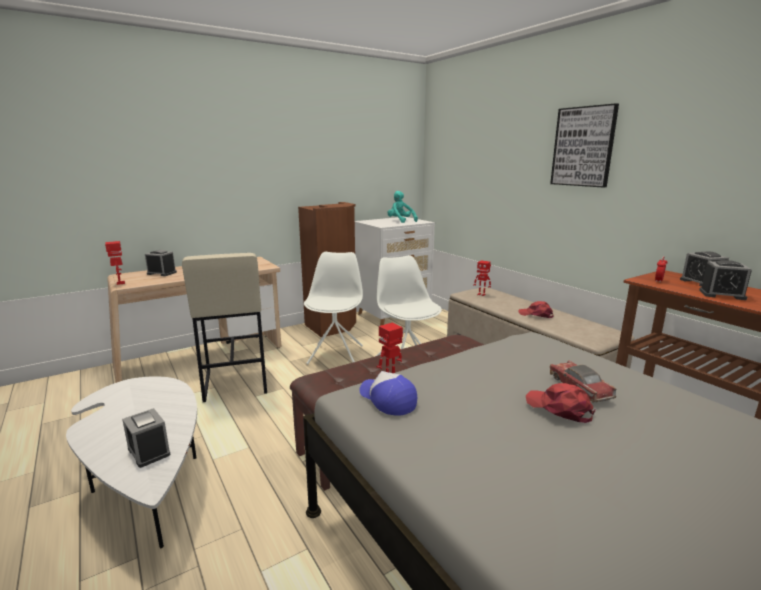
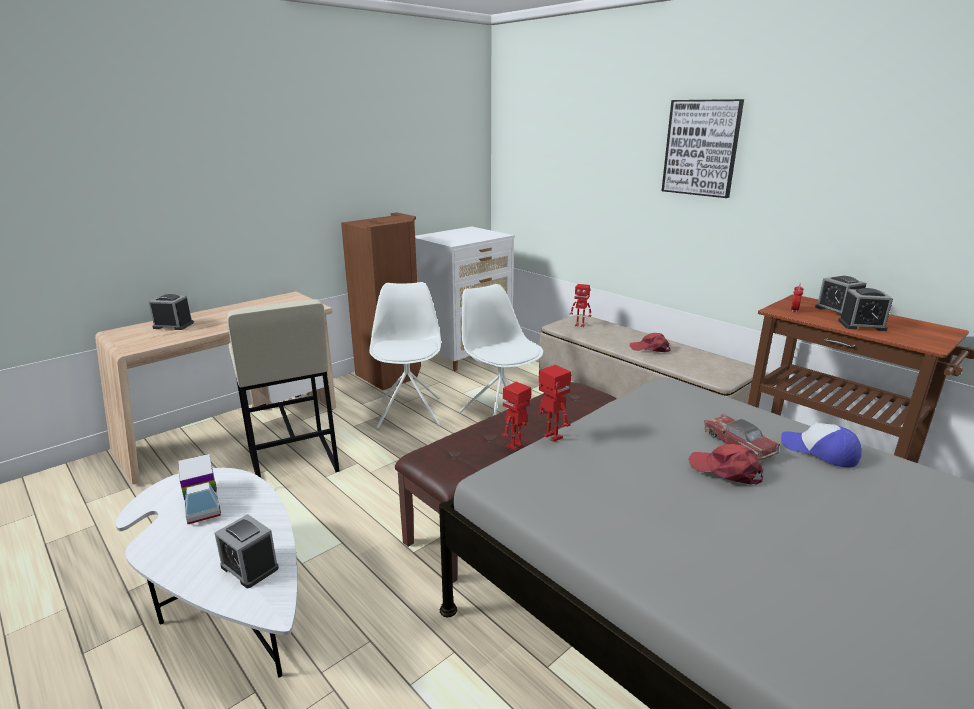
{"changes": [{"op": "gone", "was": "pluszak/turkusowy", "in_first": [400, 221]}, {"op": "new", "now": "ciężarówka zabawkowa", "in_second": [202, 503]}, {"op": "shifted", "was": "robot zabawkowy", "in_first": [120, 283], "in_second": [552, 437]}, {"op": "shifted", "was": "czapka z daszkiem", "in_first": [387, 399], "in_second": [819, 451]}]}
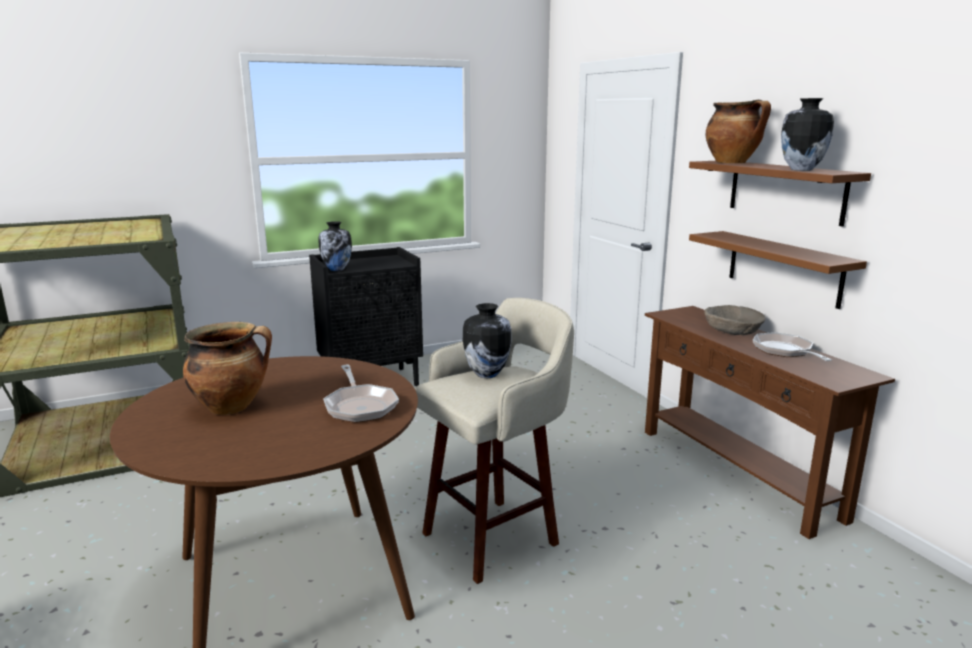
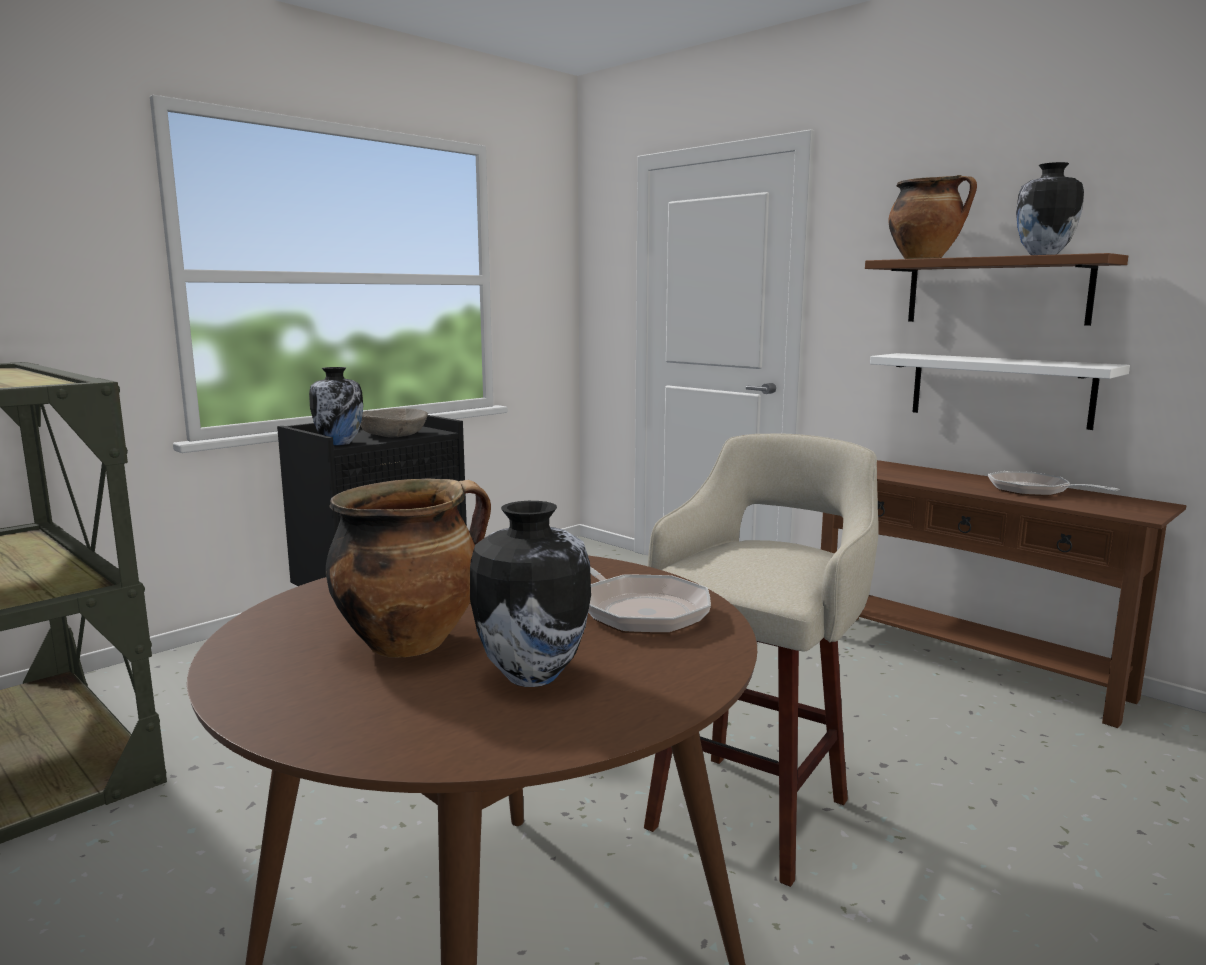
{"changes": [{"op": "shifted", "was": "wazon", "in_first": [486, 374], "in_second": [531, 675]}, {"op": "shifted", "was": "miska/beżowy", "in_first": [732, 329], "in_second": [393, 434]}, {"op": "repainted", "was": "półka/brązowy", "now": "półka/biały", "in_first": [783, 268], "in_second": [1000, 389]}]}
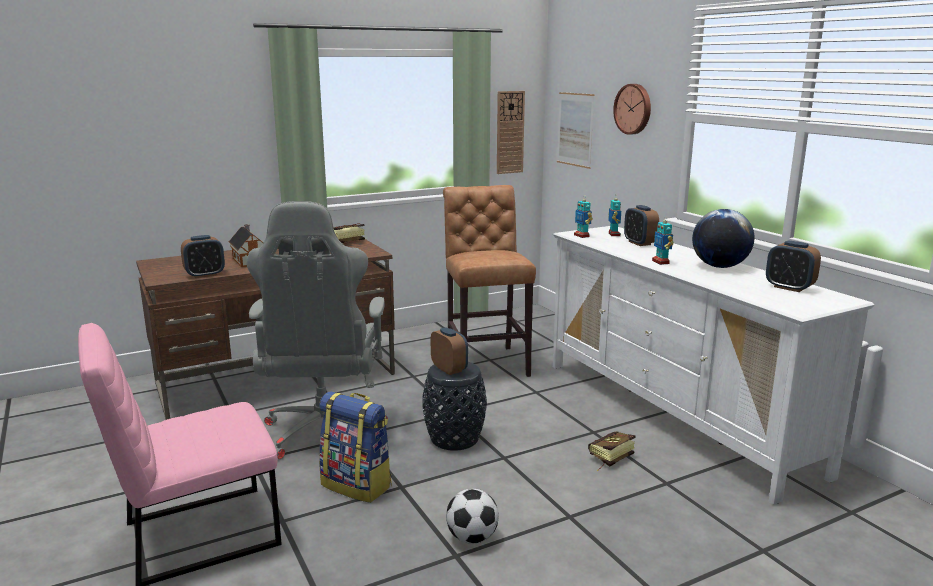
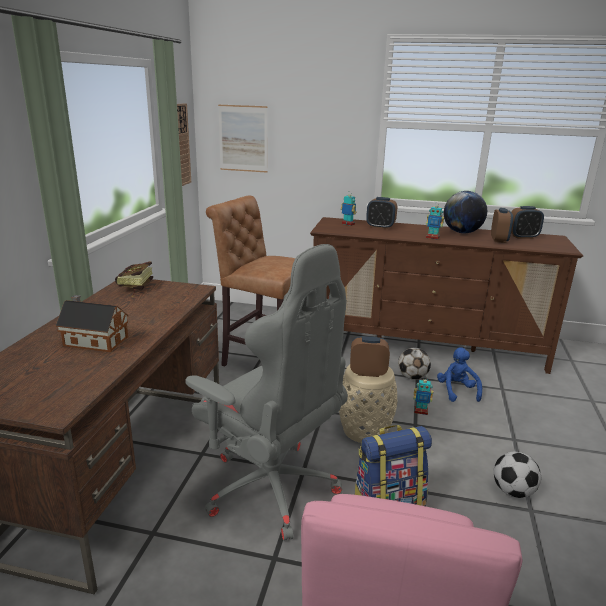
{"changes": [{"op": "gone", "was": "zegar ścienny", "in_first": [634, 109]}, {"op": "new", "now": "piłka futbolowa", "in_second": [412, 377]}, {"op": "shifted", "was": "budzik", "in_first": [205, 275], "in_second": [499, 240]}, {"op": "shifted", "was": "robot zabawkowy", "in_first": [582, 236], "in_second": [421, 411]}, {"op": "swapped", "was": "książka", "now": "pluszak/niebieski", "in_first": [608, 459], "in_second": [457, 391]}, {"op": "repainted", "was": "stołek/czarny", "now": "stołek/beżowy", "in_first": [454, 439], "in_second": [365, 430]}, {"op": "repainted", "was": "komoda/biały", "now": "komoda/brązowy", "in_first": [672, 415], "in_second": [425, 345]}]}
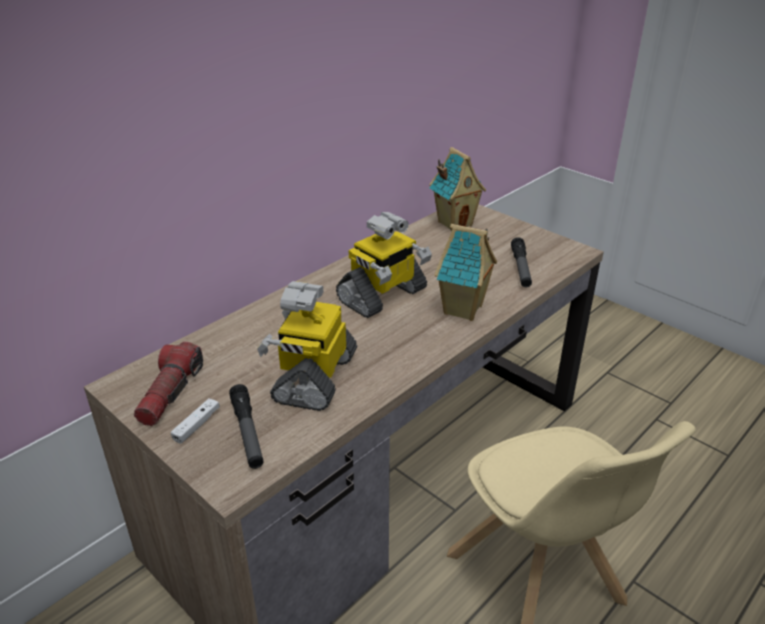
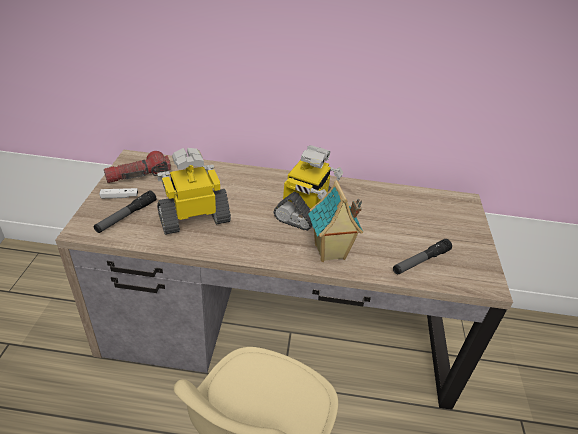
{"changes": [{"op": "gone", "was": "domek", "in_first": [454, 223]}, {"op": "rotated", "was": "robot zabawkowy", "in_first": [383, 296], "in_second": [305, 209], "clockwise": -75}]}
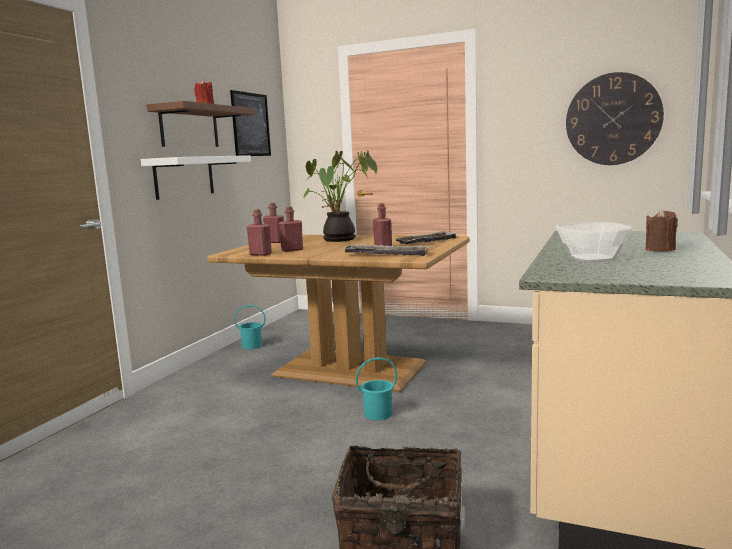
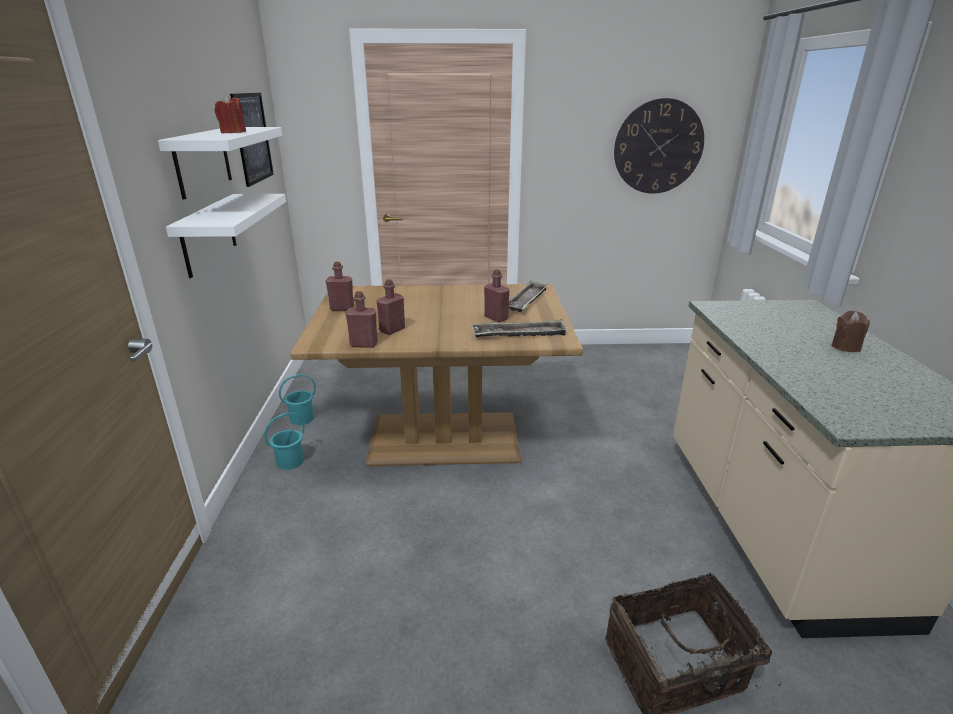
{"changes": [{"op": "gone", "was": "roślina doniczkowa", "in_first": [339, 240]}, {"op": "gone", "was": "miska", "in_first": [593, 259]}, {"op": "shifted", "was": "wiadro/turkusowy", "in_first": [377, 414], "in_second": [289, 461]}, {"op": "repainted", "was": "półka/brązowy", "now": "półka/biały", "in_first": [189, 127], "in_second": [203, 161]}]}
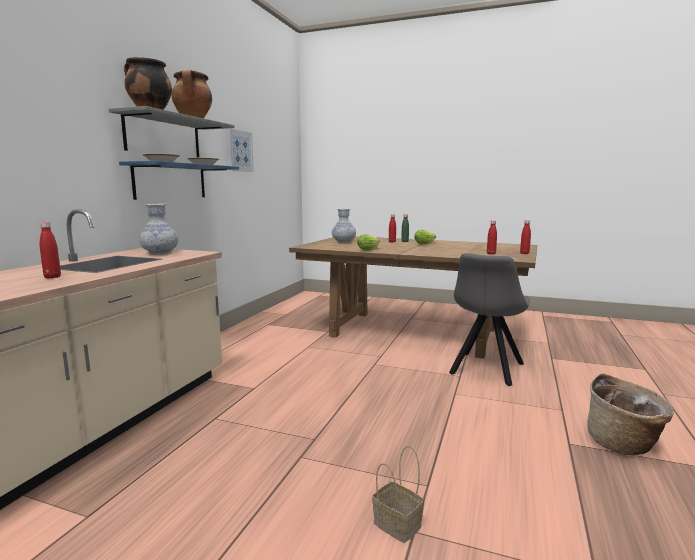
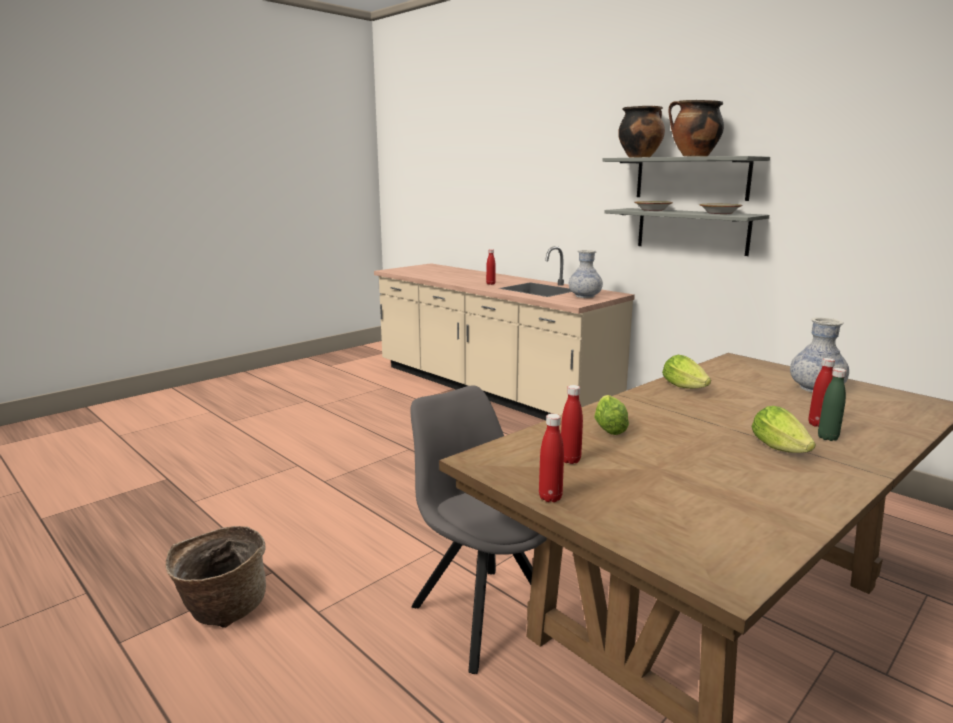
{"changes": [{"op": "gone", "was": "obraz", "in_first": [239, 151]}, {"op": "gone", "was": "koszyk", "in_first": [395, 524]}, {"op": "new", "now": "sałata", "in_second": [609, 426]}, {"op": "repainted", "was": "półka/niebieski", "now": "półka/szary", "in_first": [171, 181], "in_second": [692, 231]}]}
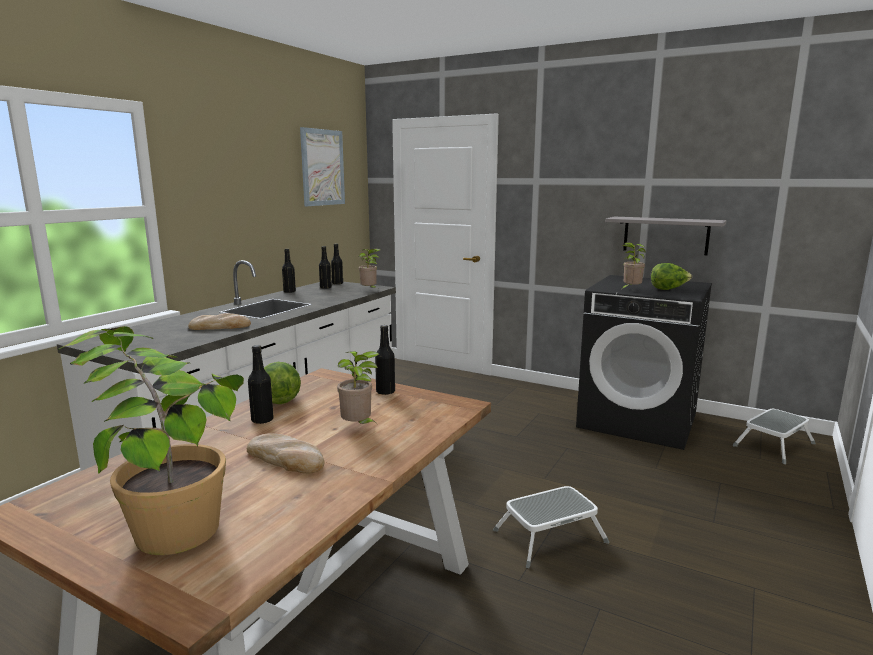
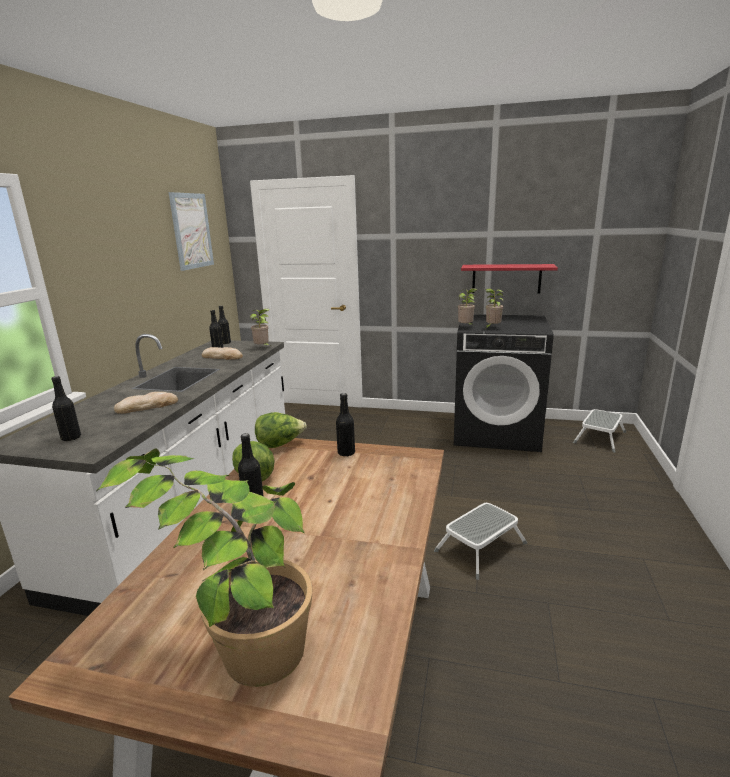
{"changes": [{"op": "shifted", "was": "chleb", "in_first": [286, 458], "in_second": [222, 357]}, {"op": "shifted", "was": "butelka/czarny", "in_first": [289, 291], "in_second": [71, 438]}, {"op": "shifted", "was": "roślina doniczkowa", "in_first": [358, 427], "in_second": [466, 327]}, {"op": "shifted", "was": "sałata", "in_first": [668, 289], "in_second": [280, 444]}, {"op": "repainted", "was": "półka/szary", "now": "półka/czerwony", "in_first": [665, 235], "in_second": [506, 278]}]}
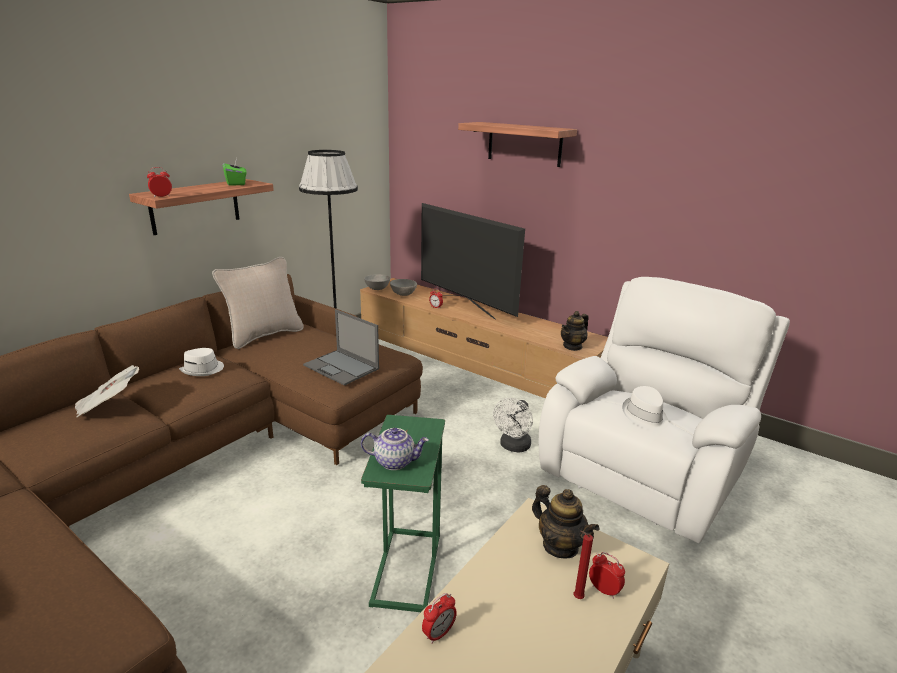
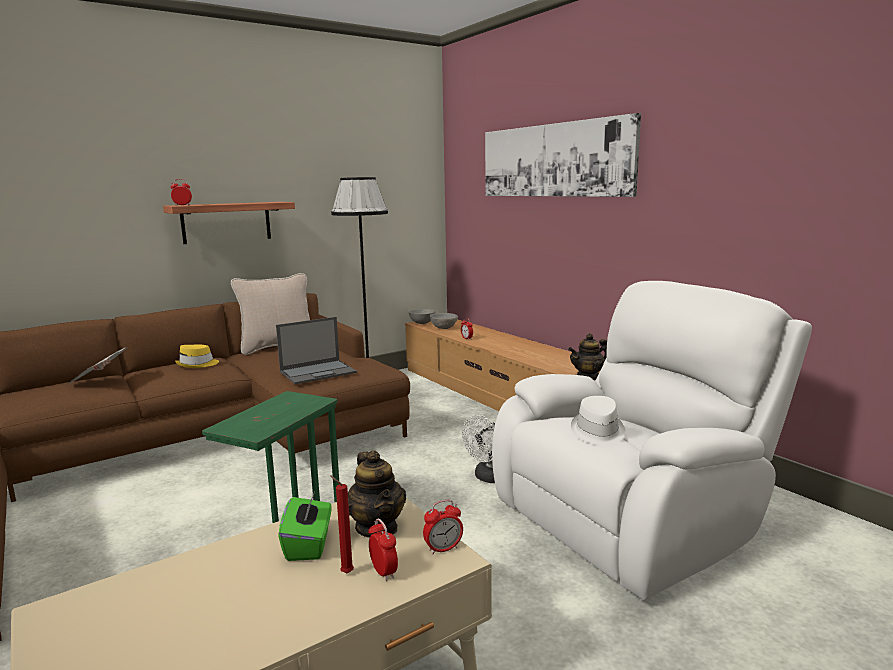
{"changes": [{"op": "gone", "was": "imbryk", "in_first": [395, 461]}, {"op": "gone", "was": "telewizor", "in_first": [466, 306]}, {"op": "shifted", "was": "pudełko chusteczek/zielony", "in_first": [236, 183], "in_second": [308, 545]}, {"op": "shifted", "was": "budzik", "in_first": [438, 633], "in_second": [443, 549]}, {"op": "swapped", "was": "półka", "now": "obraz", "in_first": [524, 144], "in_second": [553, 160]}, {"op": "repainted", "was": "kapelusz/biały", "now": "kapelusz/żółty", "in_first": [203, 370], "in_second": [197, 364]}, {"op": "rotated", "was": "laptop", "in_first": [342, 367], "in_second": [318, 372], "clockwise": -90}]}
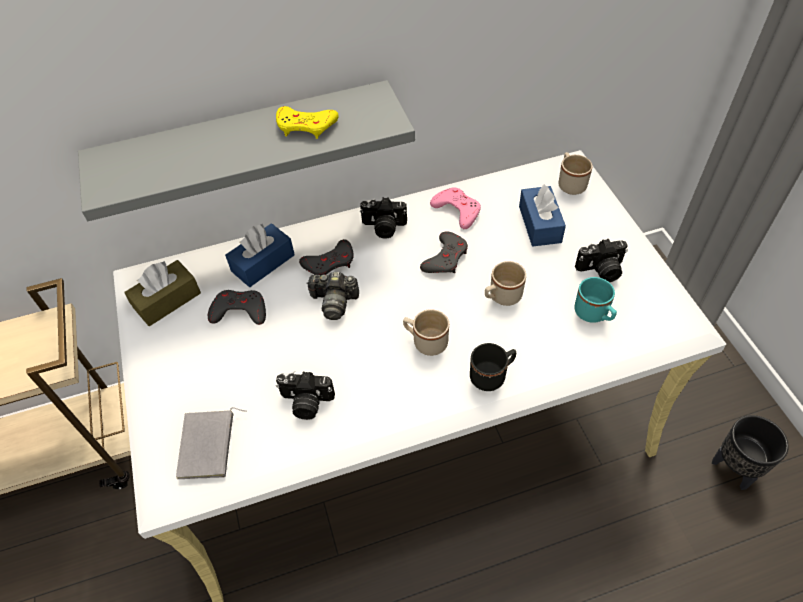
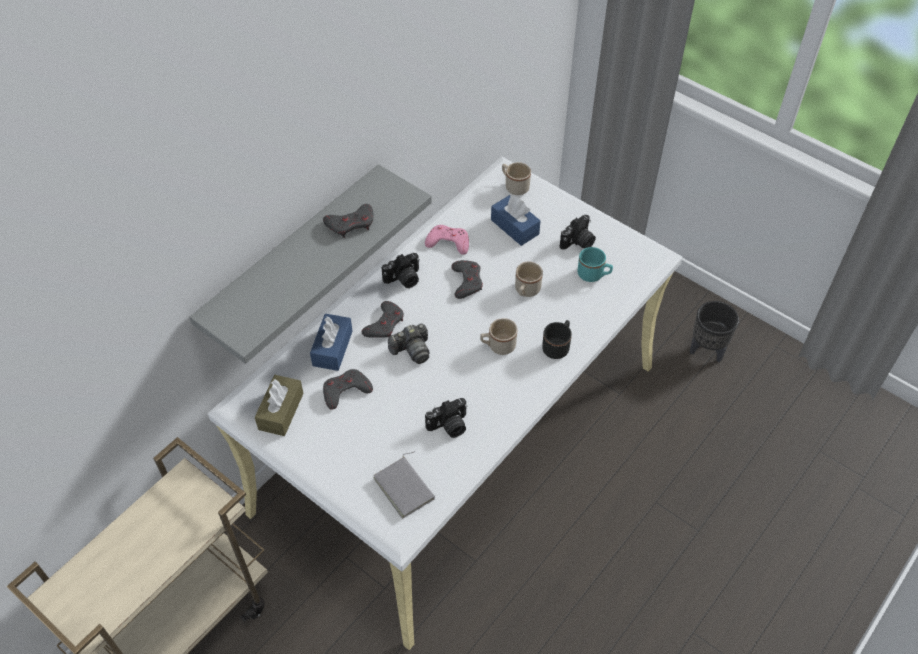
{"changes": [{"op": "repainted", "was": "pad do gier/żółty", "now": "pad do gier/szary", "in_first": [306, 126], "in_second": [351, 224]}]}
